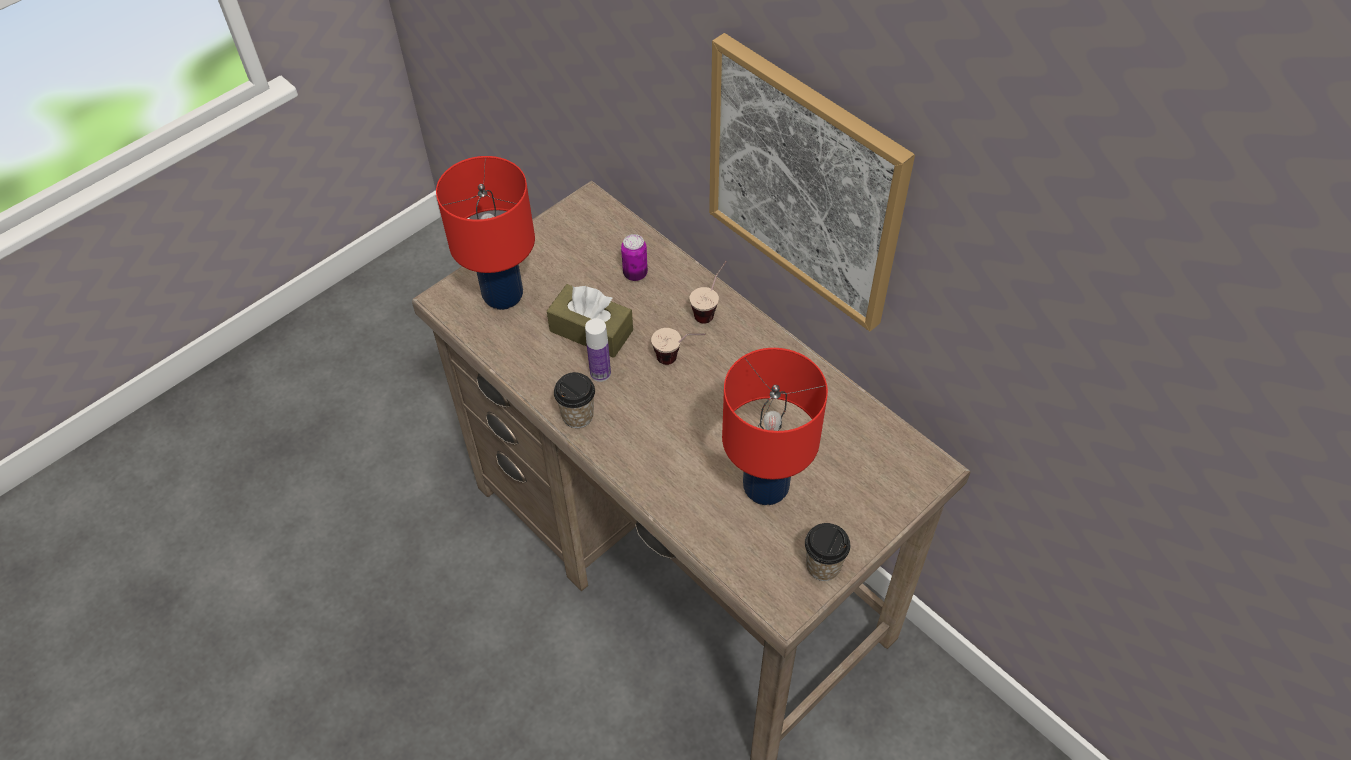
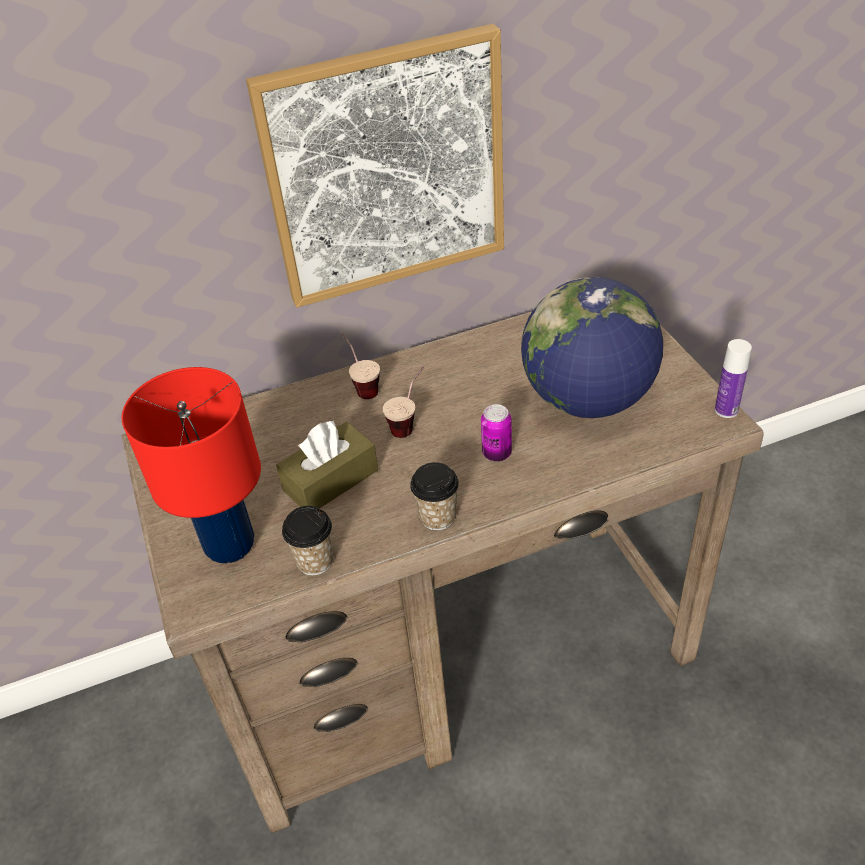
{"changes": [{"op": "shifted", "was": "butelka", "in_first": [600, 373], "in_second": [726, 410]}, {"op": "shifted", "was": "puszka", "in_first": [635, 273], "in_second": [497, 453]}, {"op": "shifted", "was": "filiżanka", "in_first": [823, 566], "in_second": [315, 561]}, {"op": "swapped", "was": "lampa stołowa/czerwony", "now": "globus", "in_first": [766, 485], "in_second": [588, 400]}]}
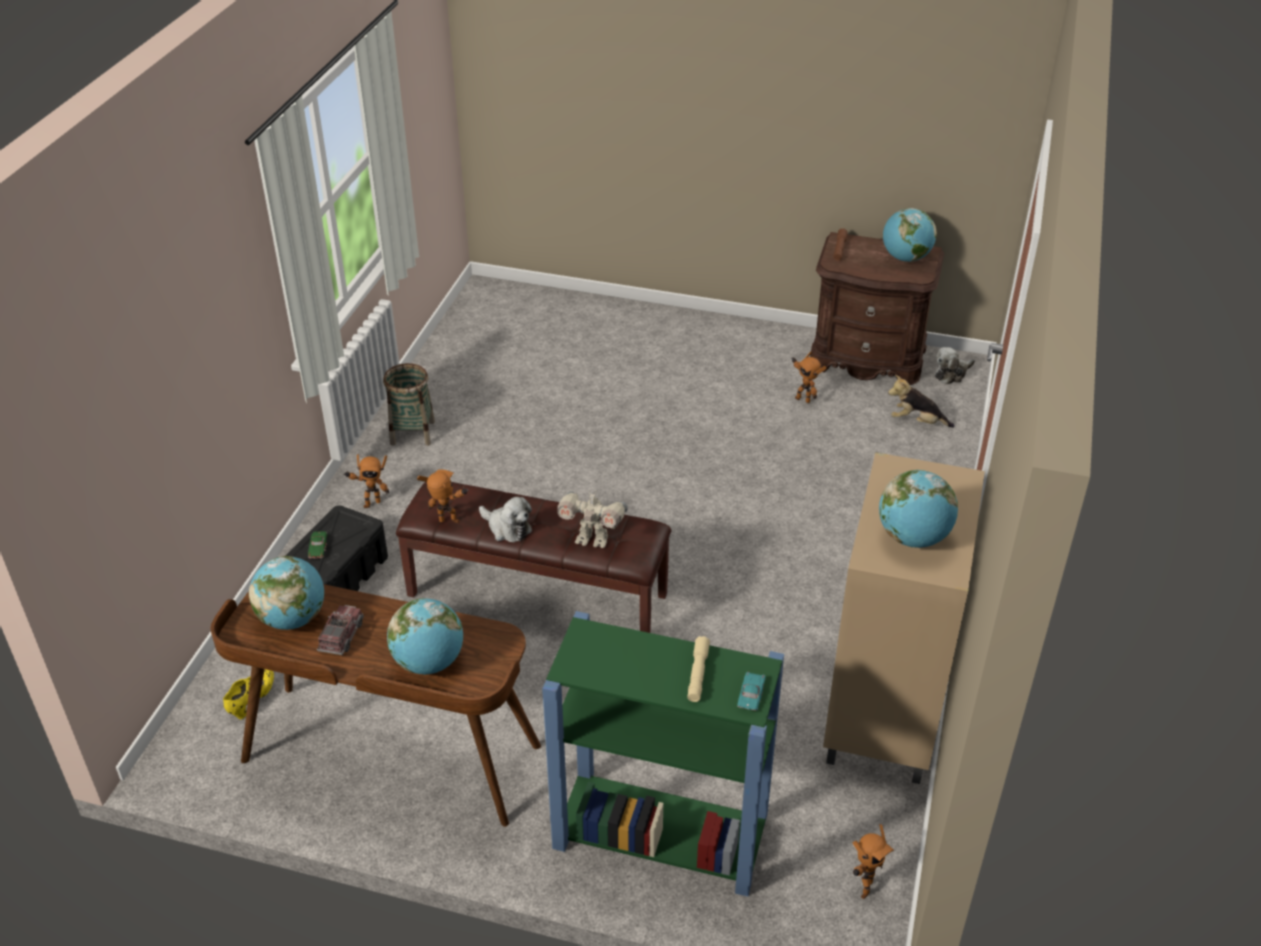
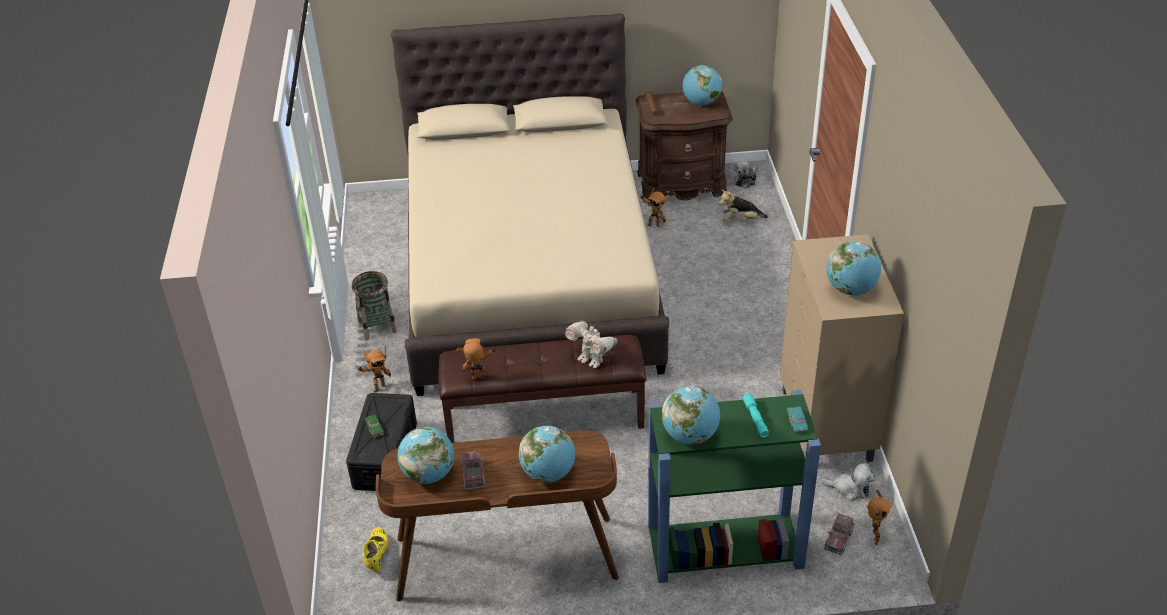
{"changes": [{"op": "new", "now": "łóżko/beżowy", "in_second": [530, 273]}, {"op": "new", "now": "globus", "in_second": [690, 435]}, {"op": "new", "now": "ciężarówka zabawkowa", "in_second": [838, 539]}, {"op": "shifted", "was": "pluszak", "in_first": [507, 528], "in_second": [850, 489]}, {"op": "repainted", "was": "latarka/beżowy", "now": "latarka/turkusowy", "in_first": [698, 674], "in_second": [755, 419]}, {"op": "rotated", "was": "robot zabawkowy", "in_first": [592, 539], "in_second": [591, 360], "clockwise": 45}]}
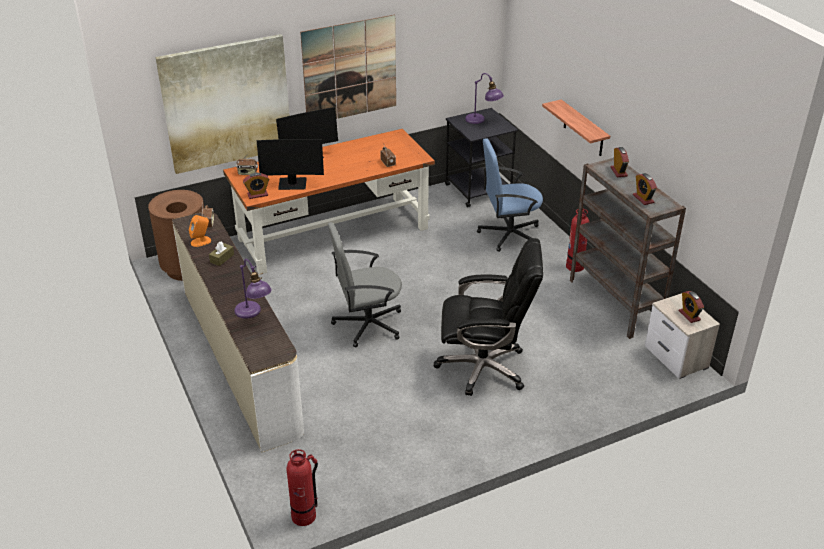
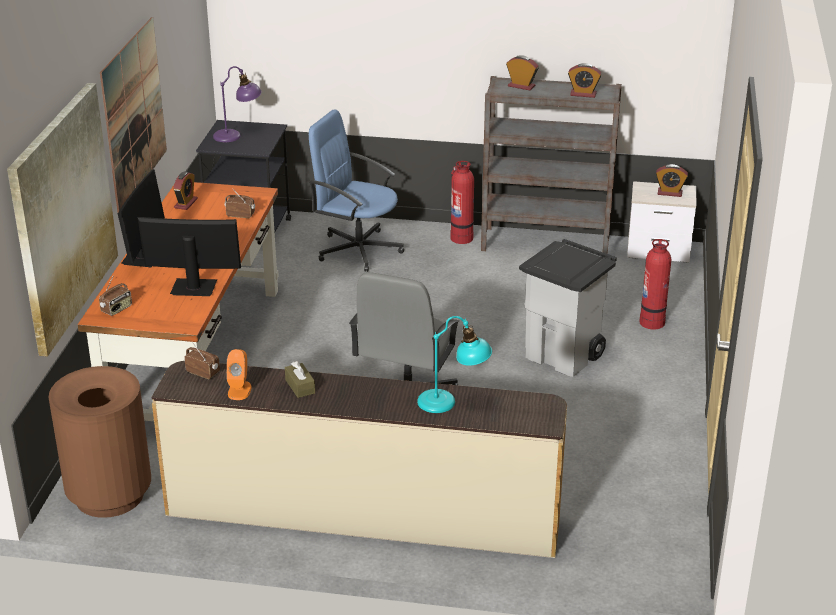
{"changes": [{"op": "gone", "was": "półka", "in_first": [583, 129]}, {"op": "shifted", "was": "budzik", "in_first": [257, 195], "in_second": [186, 203]}, {"op": "shifted", "was": "gaśnica", "in_first": [304, 516], "in_second": [652, 322]}, {"op": "swapped", "was": "krzesło biurowe/czarny", "now": "kosz na śmieci/szary", "in_first": [484, 368], "in_second": [564, 356]}, {"op": "repainted", "was": "szafka/biały", "now": "szafka/brązowy", "in_first": [240, 358], "in_second": [363, 514]}, {"op": "repainted", "was": "lampa stołowa/fioletowy", "now": "lampa stołowa/turkusowy", "in_first": [254, 315], "in_second": [453, 400]}, {"op": "rotated", "was": "monitor", "in_first": [292, 184], "in_second": [193, 288], "clockwise": -120}, {"op": "rotated", "was": "krzesło biurowe/niebieski", "in_first": [508, 234], "in_second": [358, 249], "clockwise": 90}]}
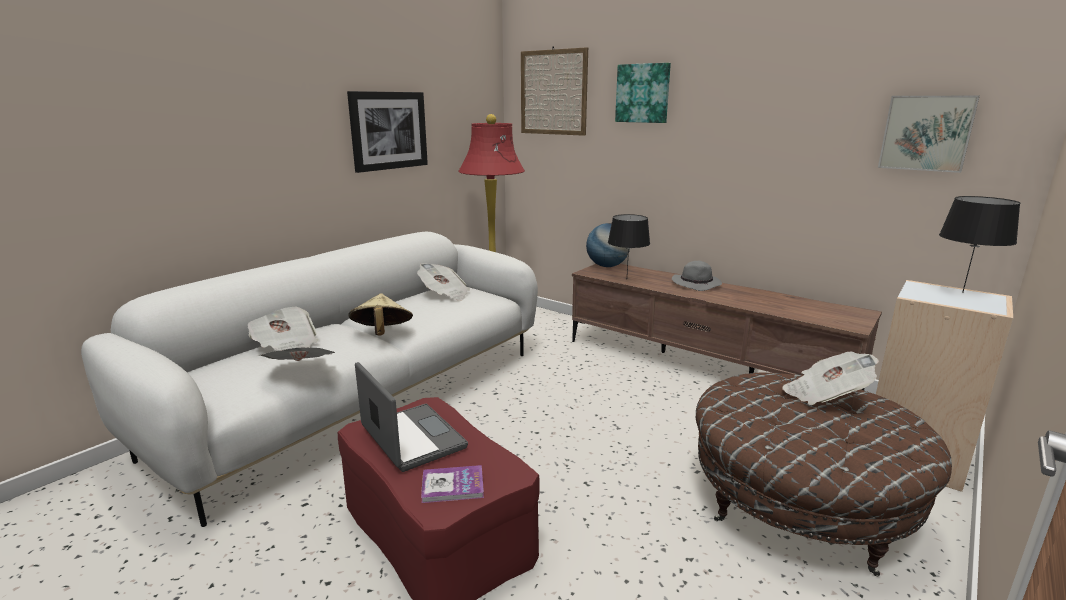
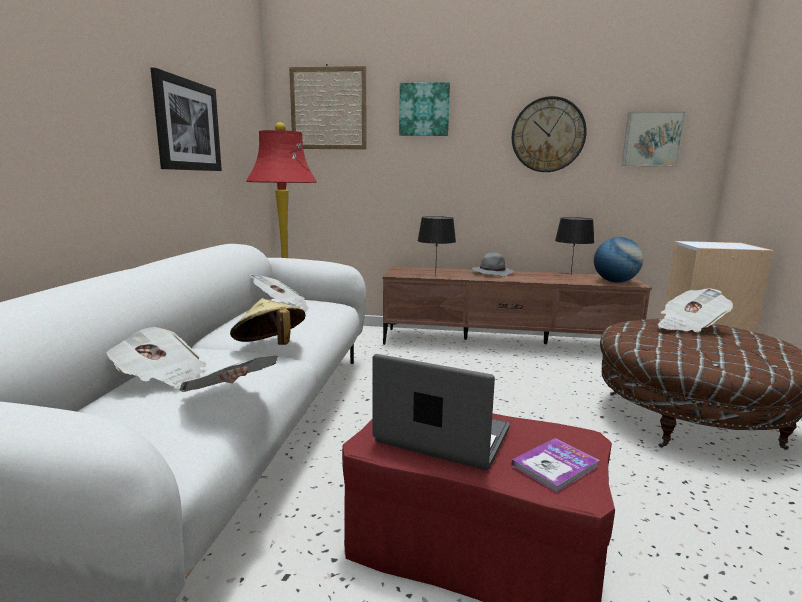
{"changes": [{"op": "new", "now": "zegar ścienny", "in_second": [548, 135]}, {"op": "shifted", "was": "globus", "in_first": [607, 266], "in_second": [615, 282]}, {"op": "shifted", "was": "lampa stołowa/czarny", "in_first": [963, 293], "in_second": [571, 275]}]}
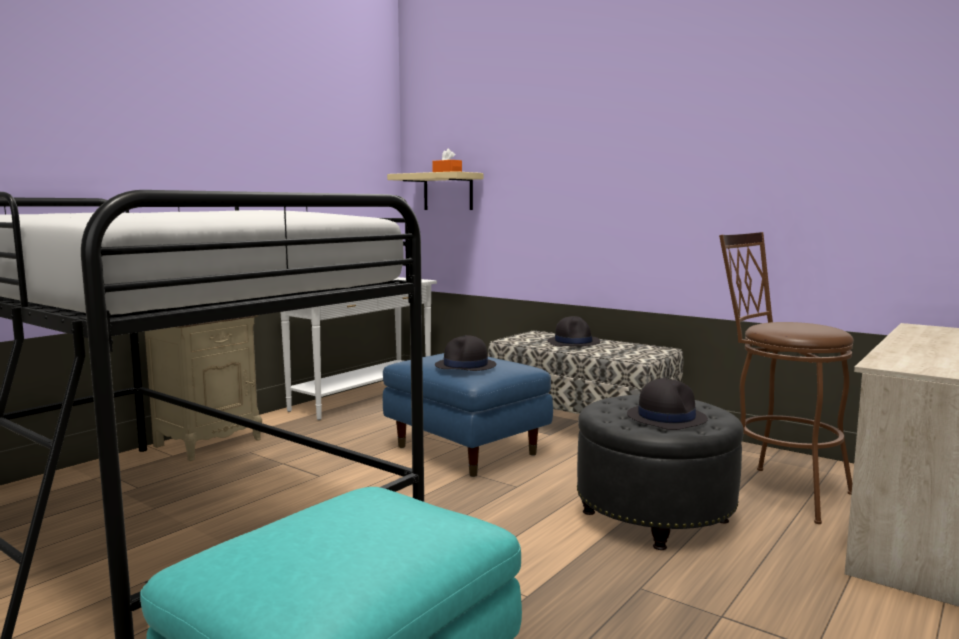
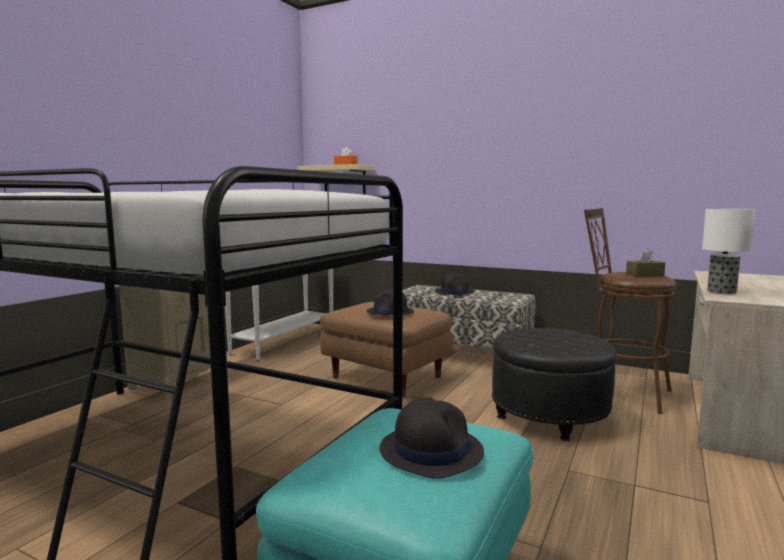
{"changes": [{"op": "new", "now": "pudełko chusteczek/brązowy", "in_second": [644, 275]}, {"op": "new", "now": "lampa stołowa", "in_second": [720, 292]}, {"op": "shifted", "was": "kapelusz/czarny", "in_first": [666, 417], "in_second": [431, 450]}, {"op": "repainted", "was": "pufa/niebieski", "now": "pufa/brązowy", "in_first": [464, 450], "in_second": [385, 377]}]}
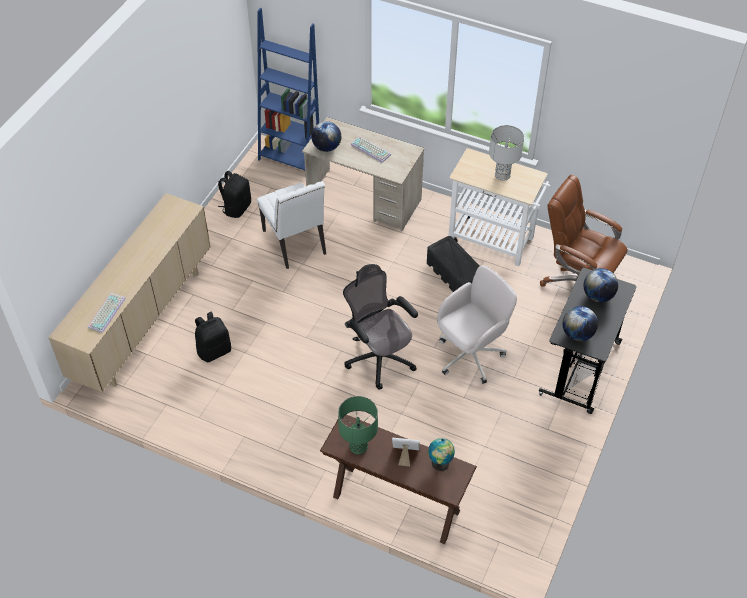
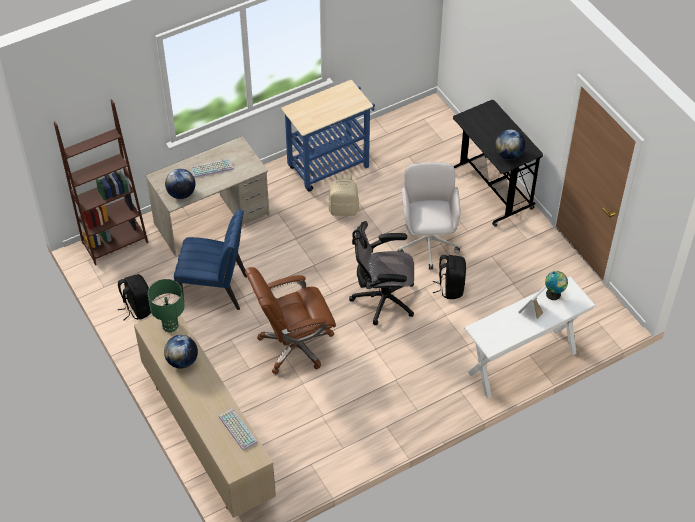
{"changes": [{"op": "gone", "was": "lampa stołowa/biały", "in_first": [502, 175]}, {"op": "shifted", "was": "plecak/czarny", "in_first": [214, 350], "in_second": [450, 288]}, {"op": "shifted", "was": "lampa stołowa/zielony", "in_first": [359, 446], "in_second": [170, 325]}, {"op": "shifted", "was": "krzesło biurowe/brązowy", "in_first": [577, 282], "in_second": [294, 346]}, {"op": "shifted", "was": "globus", "in_first": [598, 296], "in_second": [182, 361]}, {"op": "swapped", "was": "pojemnik do przechowywania/czarny", "now": "plecak/beżowy", "in_first": [455, 276], "in_second": [344, 209]}, {"op": "repainted", "was": "regał/niebieski", "now": "regał/brązowy", "in_first": [289, 158], "in_second": [114, 242]}, {"op": "repainted", "was": "krzesło/biały", "now": "krzesło/niebieski", "in_first": [294, 242], "in_second": [214, 289]}, {"op": "repainted", "was": "stolik konsolowy/brązowy", "now": "stolik konsolowy/biały", "in_first": [396, 503], "in_second": [522, 363]}, {"op": "repainted", "was": "wózek/biały", "now": "wózek/niebieski", "in_first": [492, 240], "in_second": [329, 167]}]}
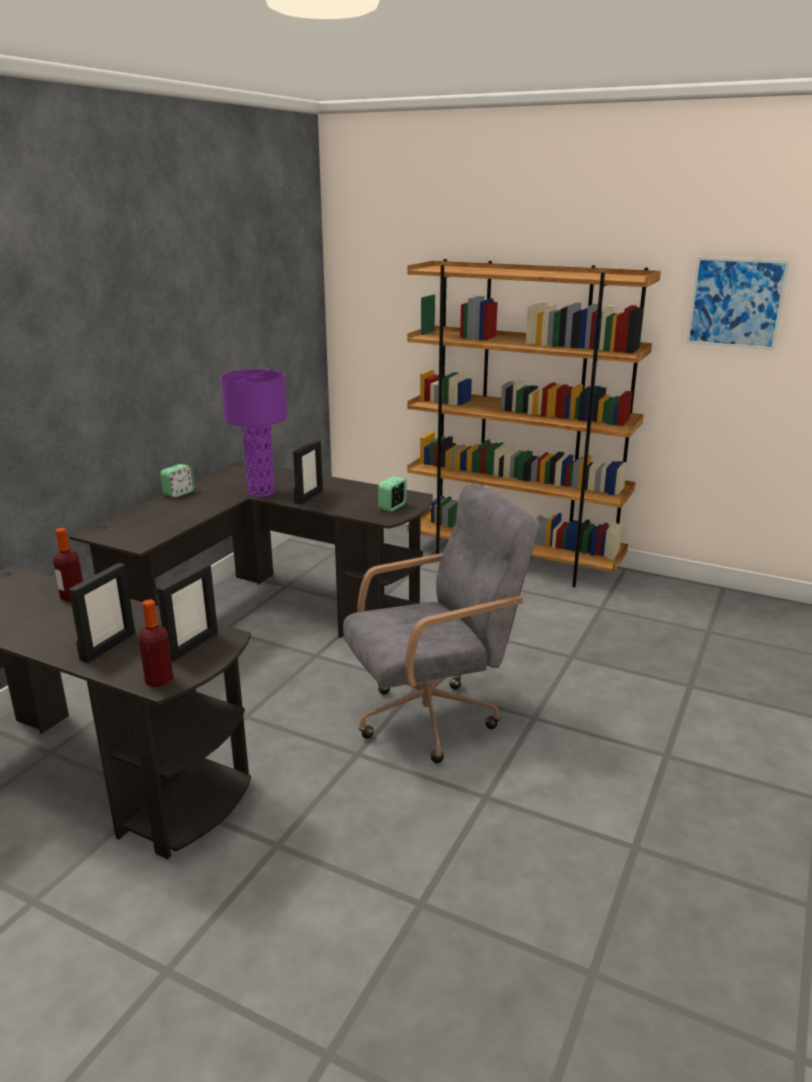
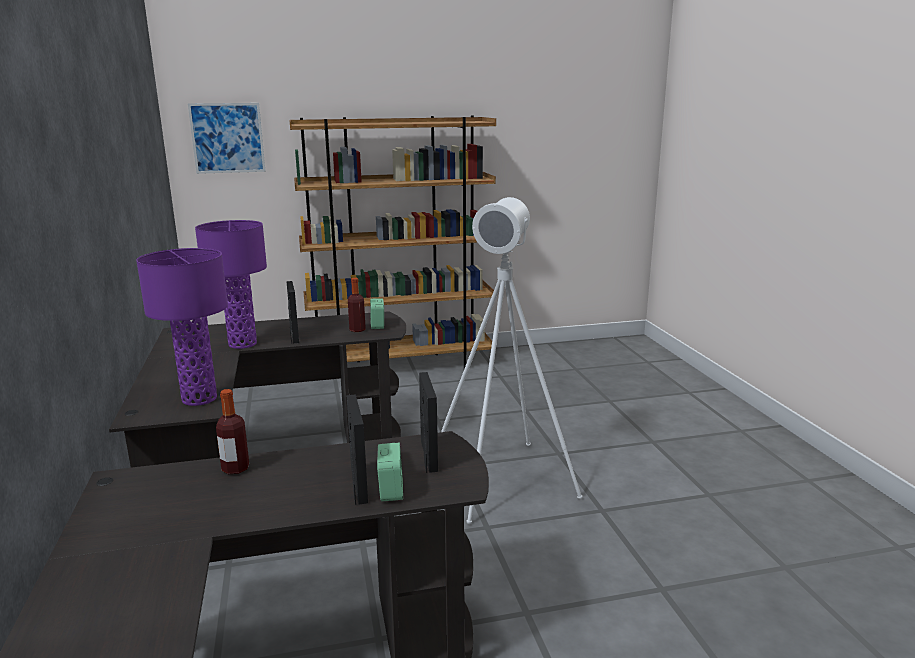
{"changes": [{"op": "new", "now": "lampa stołowa/fioletowy", "in_second": [200, 398]}, {"op": "shifted", "was": "butelka", "in_first": [159, 680], "in_second": [357, 330]}, {"op": "shifted", "was": "budzik", "in_first": [179, 493], "in_second": [391, 491]}, {"op": "shifted", "was": "obraz", "in_first": [736, 303], "in_second": [227, 138]}, {"op": "swapped", "was": "krzesło biurowe/szary", "now": "lampa stojąca/biały", "in_first": [434, 718], "in_second": [501, 481]}]}
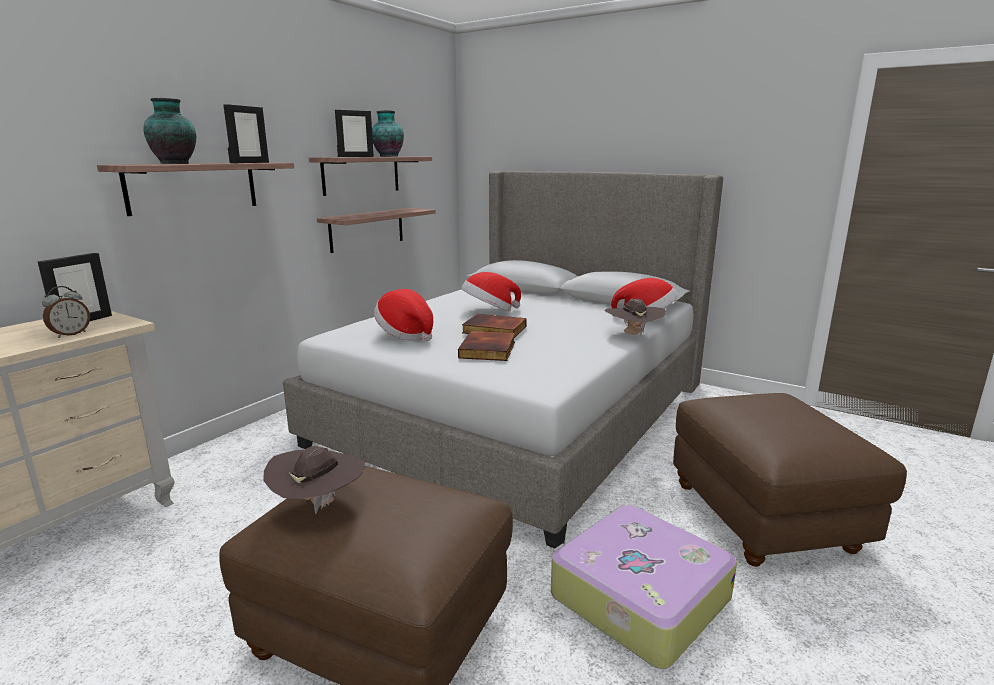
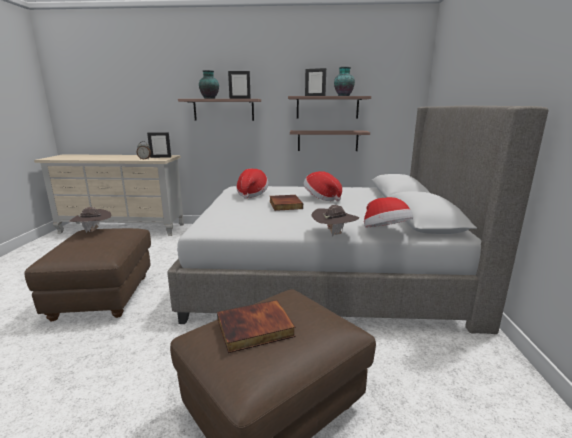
{"changes": [{"op": "gone", "was": "walizka", "in_first": [637, 597]}, {"op": "shifted", "was": "książka", "in_first": [489, 350], "in_second": [255, 329]}]}
